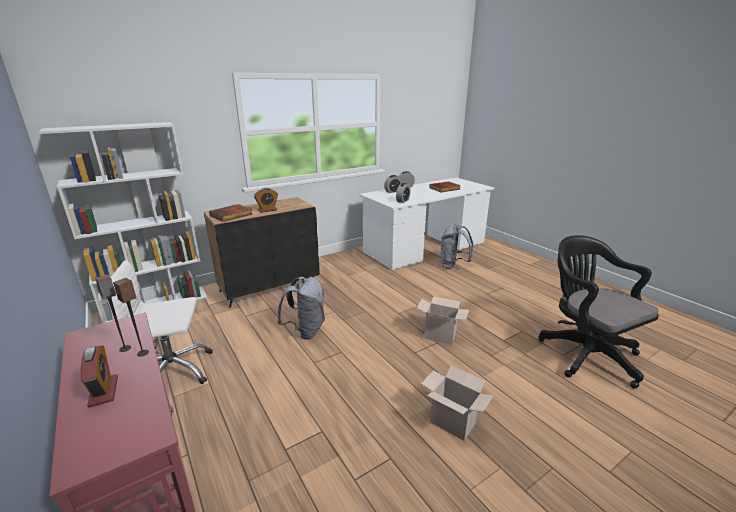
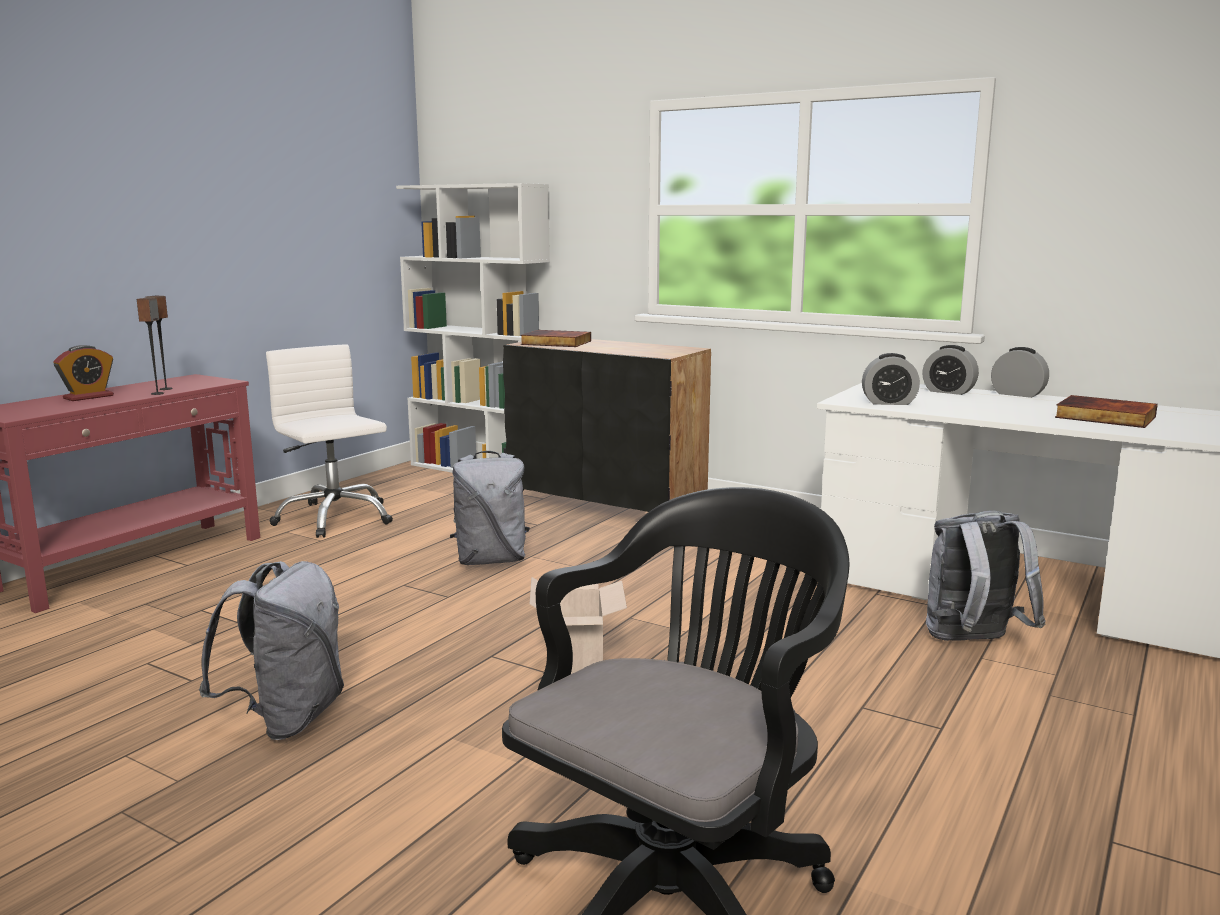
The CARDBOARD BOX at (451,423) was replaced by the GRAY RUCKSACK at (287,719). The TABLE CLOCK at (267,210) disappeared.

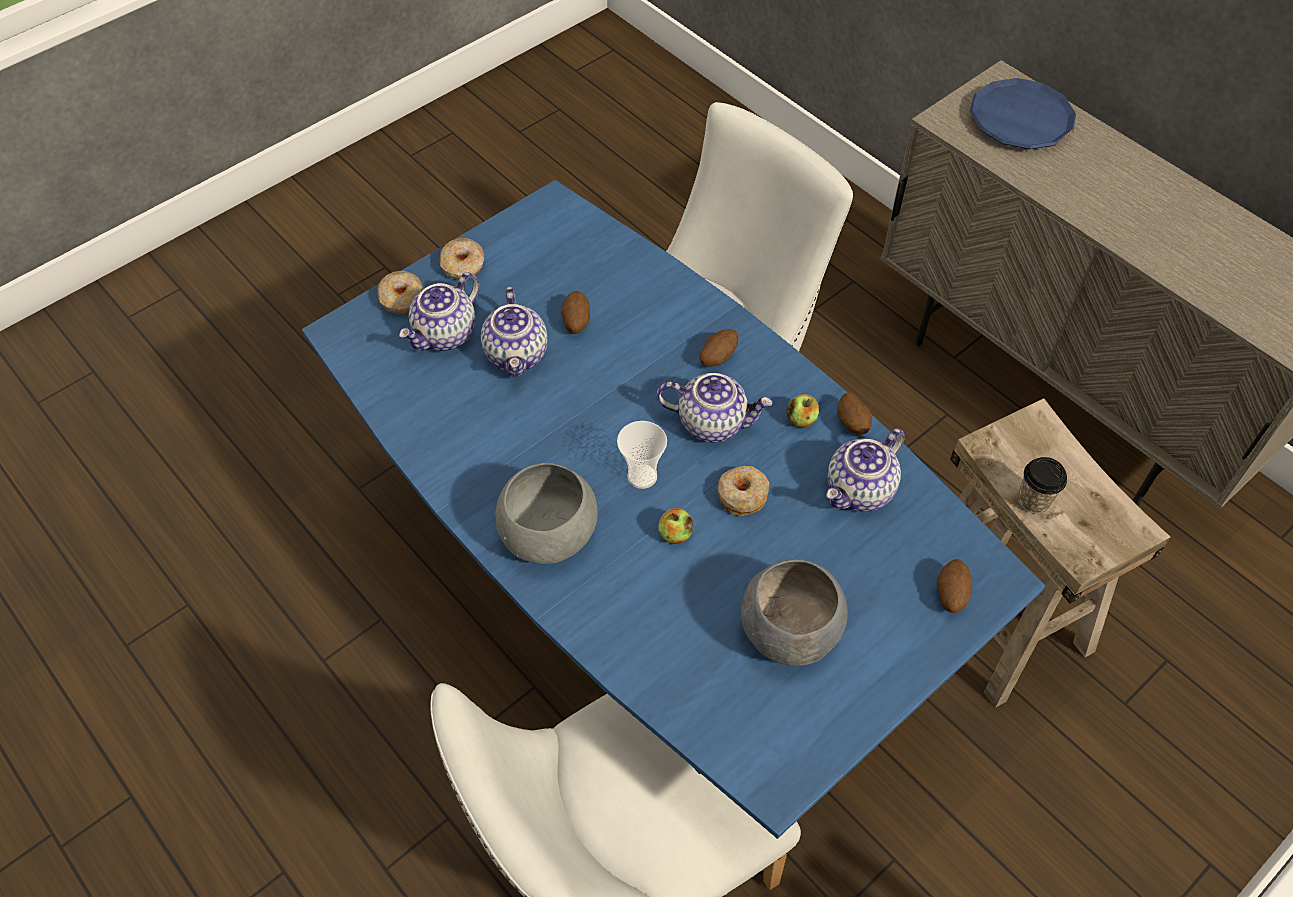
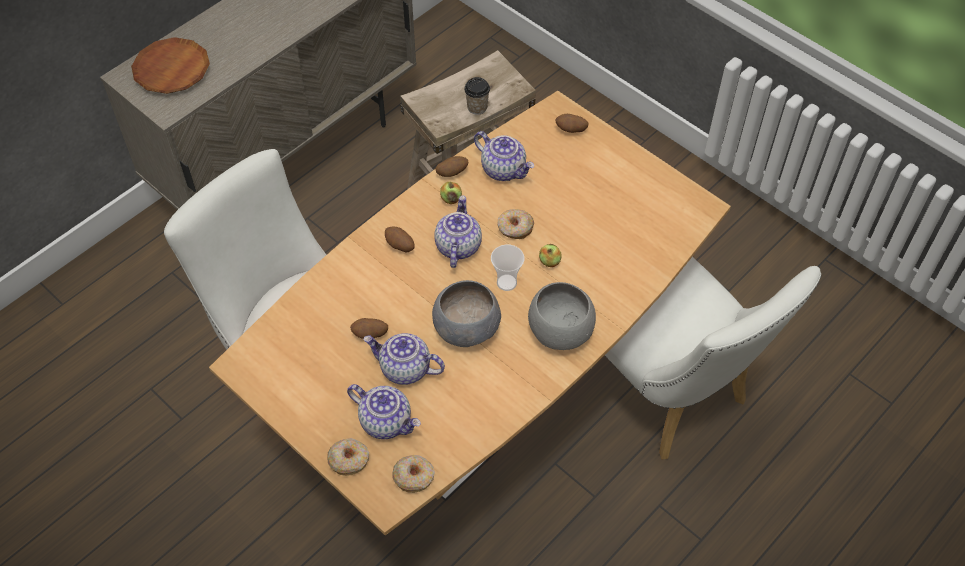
The BLUE-COLOURED PLATE at (1020,120) became the BROWNISH PLATE at (172,70). The BLUE-COLOURED DINNER TABLE at (646,605) became the BROWNISH DINNER TABLE at (482,397). The TEA POT at (517,355) turned 150 degrees counterclockwise. The DONUT moved from (463,265) to (414,476). The GRAY SERVING BOWL moved from (791,629) to (465,328).

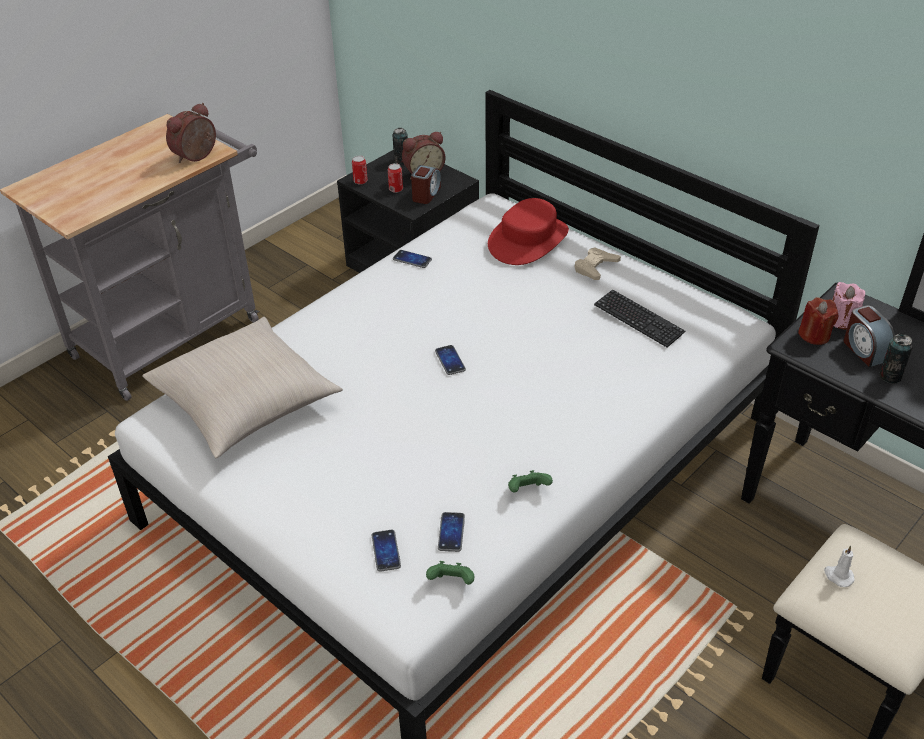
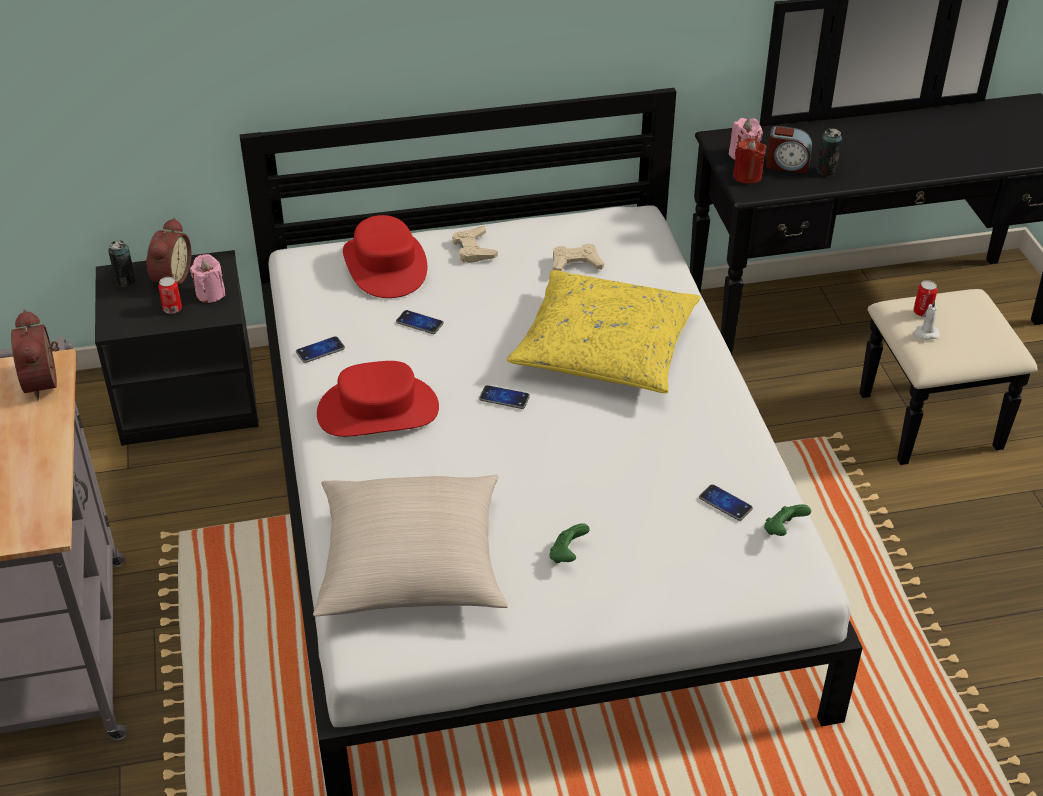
The TABLE CLOCK at (426,194) was replaced by the PINK WAX CANDLE at (210,294). The RED CLOTHING HAT at (378,410) appeared. The HANDSET moved from (386,551) to (419,323). The YELLOW PILLOW at (605,348) appeared. The GREEN JOYPAD moved from (528,491) to (567,555). The PC KEYBOARD at (638,320) was replaced by the BEIGE JOYPAD at (576,263). The METAL CAN moved from (360,181) to (922,312).

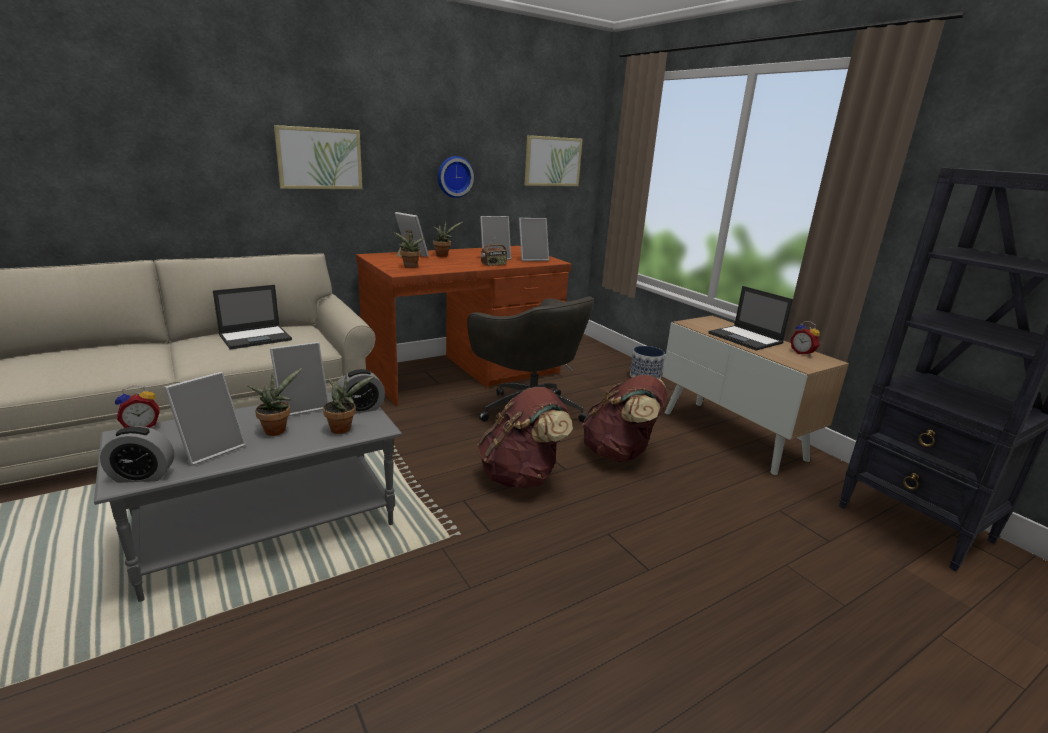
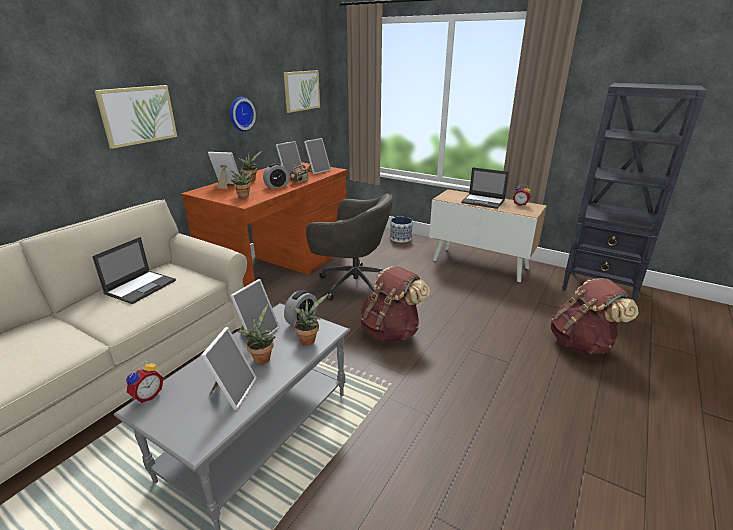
The TABLE CLOCK moved from (142,476) to (277,186). The BROWNISH RUCKSACK moved from (620,453) to (582,343).

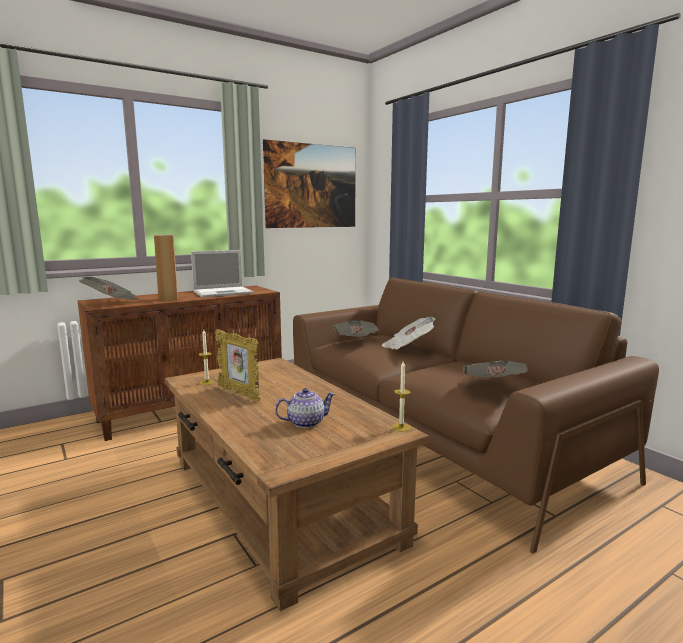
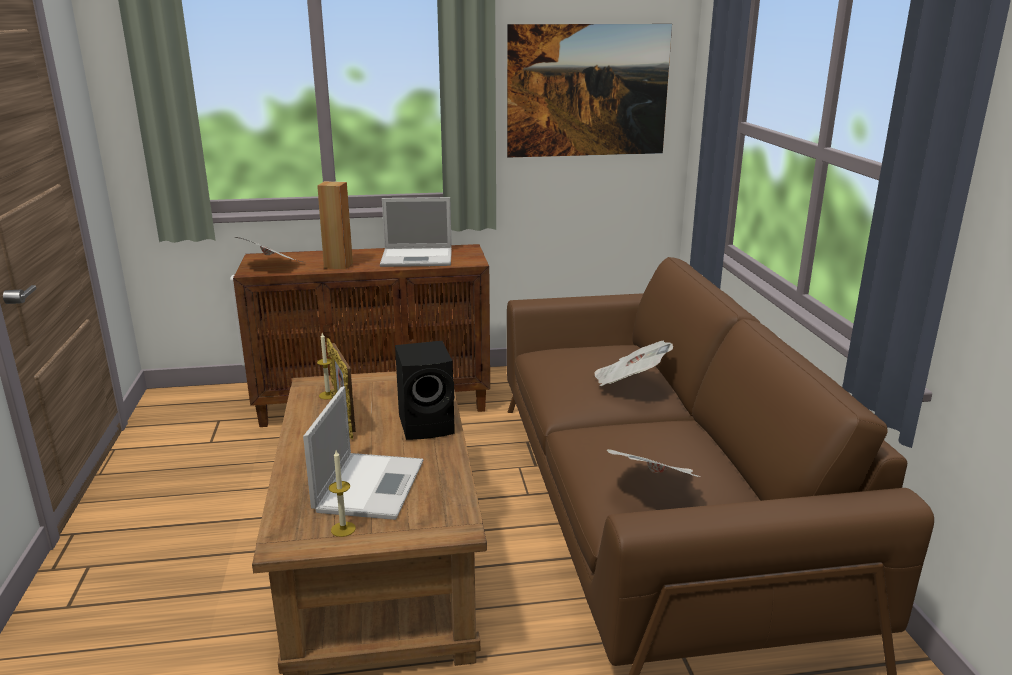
The TEA POT at (305,422) was replaced by the LAPTOP at (370,485). The WAX CANDLE moved from (401,427) to (343,529). The BLACKISH SPEAKER at (428,425) appeared. The PRINTED PAPER at (355,342) disappeared.

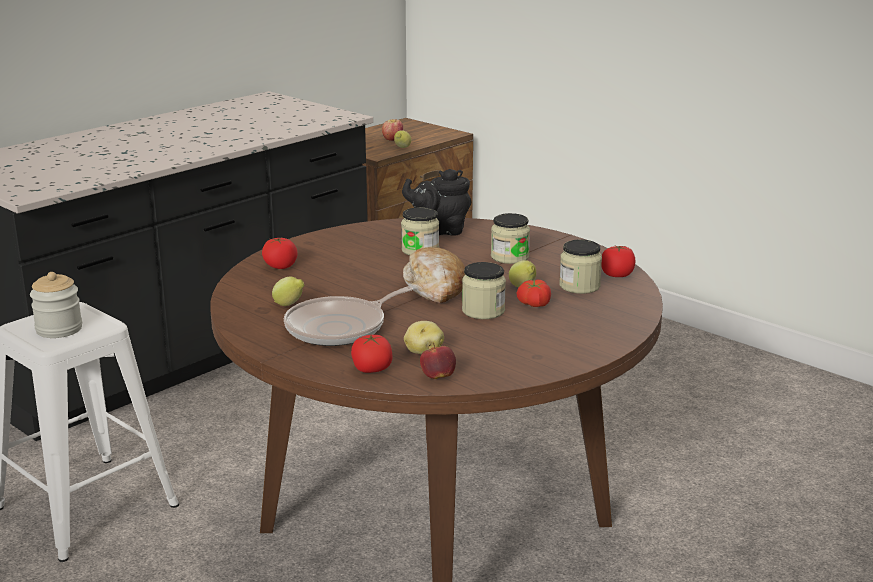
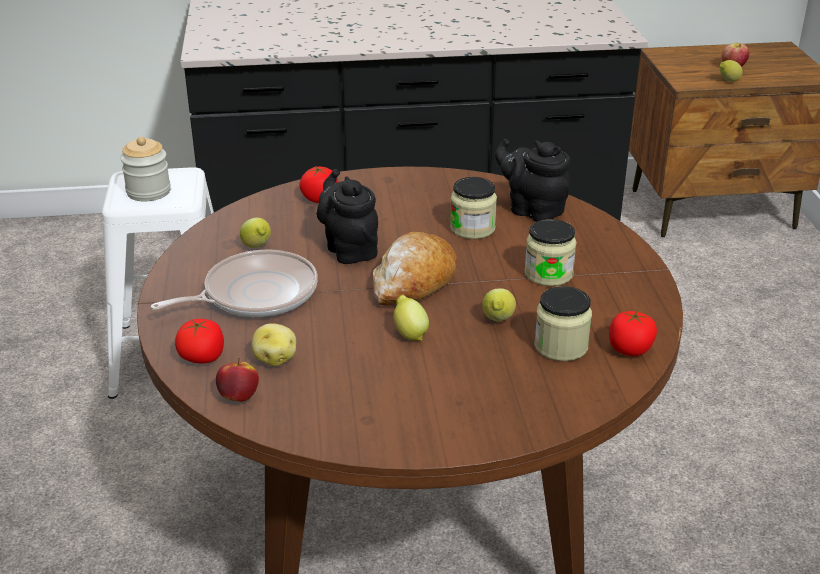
The PAN at (340,328) turned 150 degrees clockwise. The BLACKISH TEA POT at (349,249) appeared. The PRESERVE JAR at (483,311) was replaced by the LEMON at (409,334). The TOMATO at (533,304) disappeared.

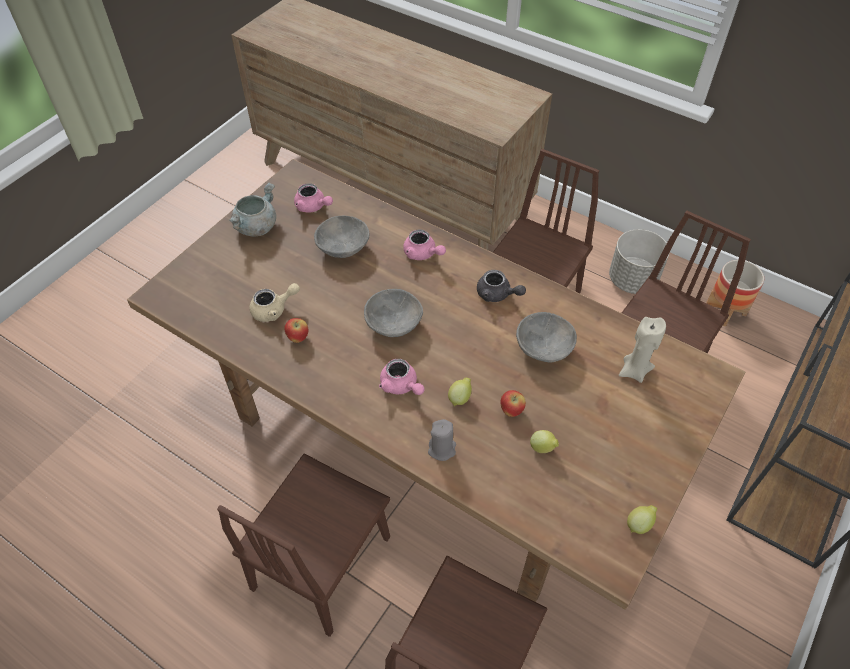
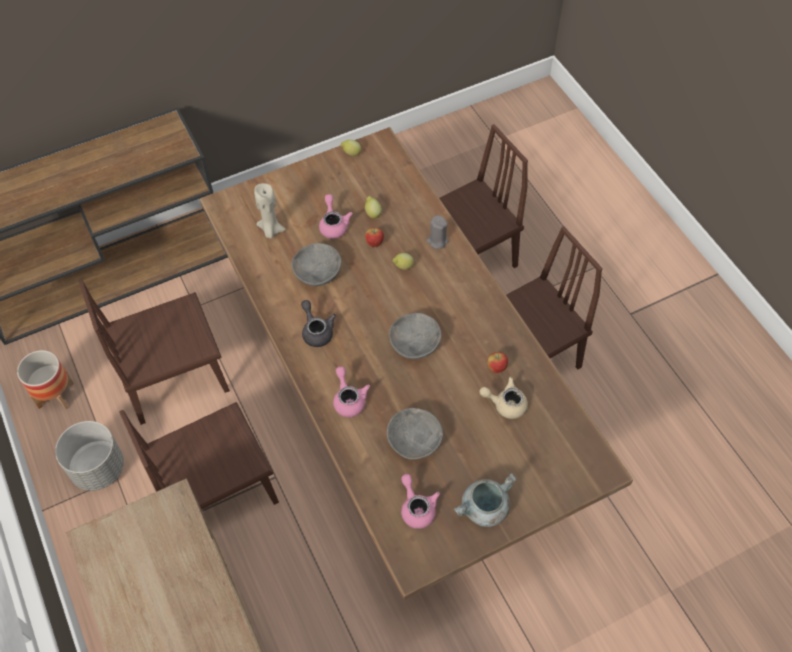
The PINK TEA POT moved from (401,386) to (333,225).

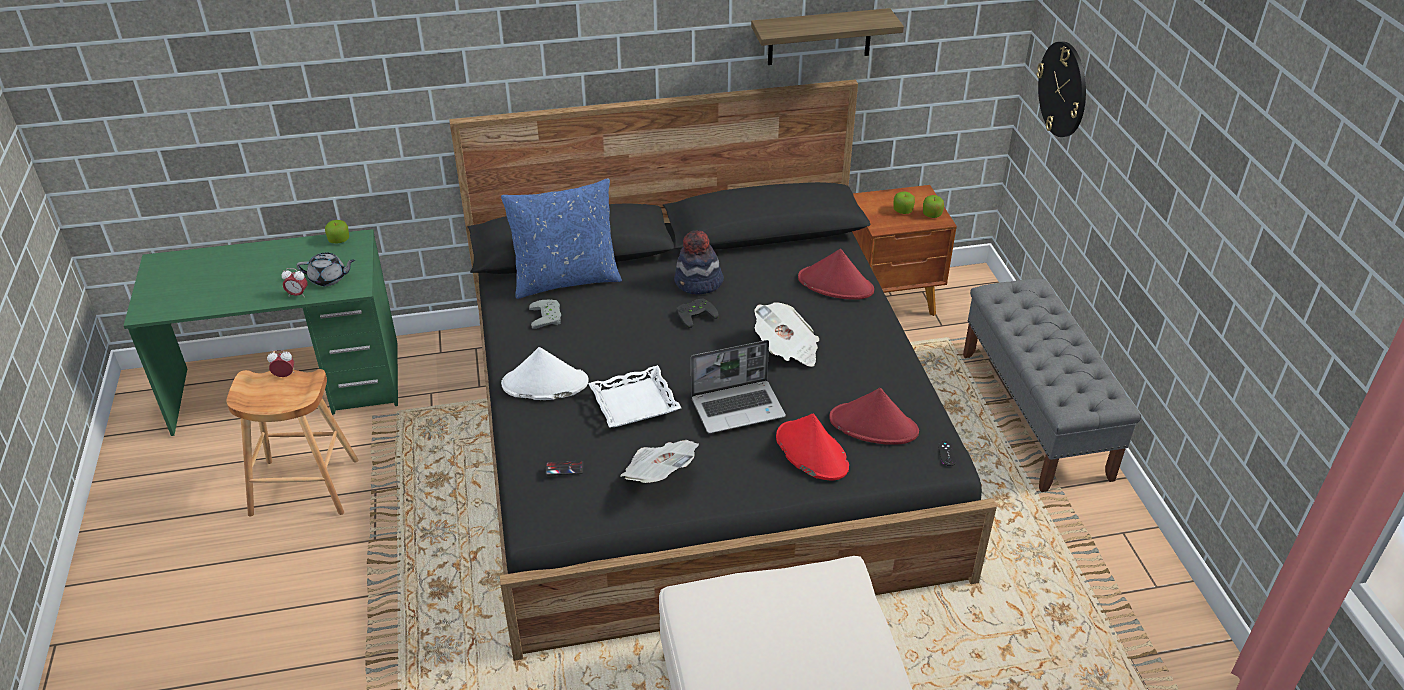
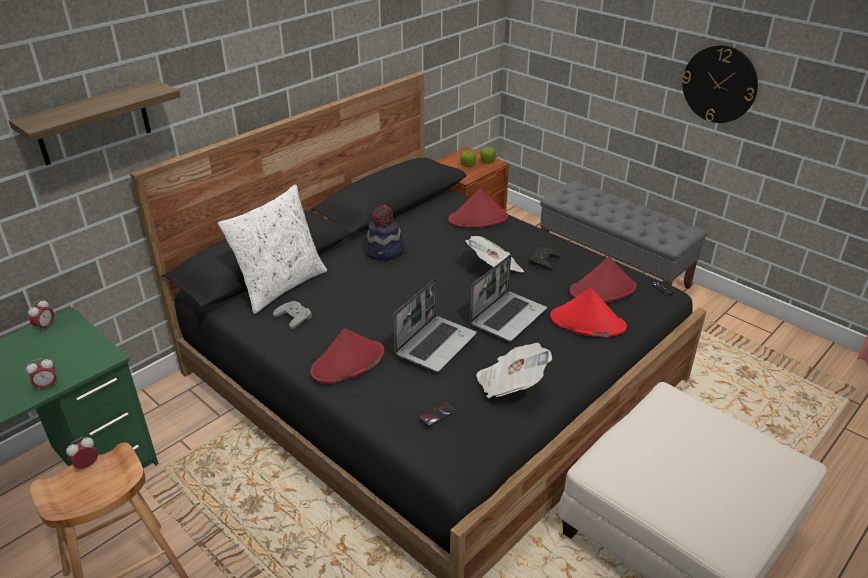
The SHELF moved from (819,37) to (93,123). The APPLE at (339,240) was replaced by the TABLE CLOCK at (45,327). The BLUE-COLOURED PILLOW at (566,279) became the WHITISH PILLOW at (281,286). The WHITISH CLOTHING HAT at (544,384) became the RED CLOTHING HAT at (348,363). The WHITISH CARRYING TRAY at (634,402) was replaced by the LAPTOP at (435,344). The BLACKISH JOYPAD moved from (695,314) to (542,260). The HANGING CLOCK moved from (1063,89) to (719,84). The GRAY TEA POT at (329,279) disappeared.

